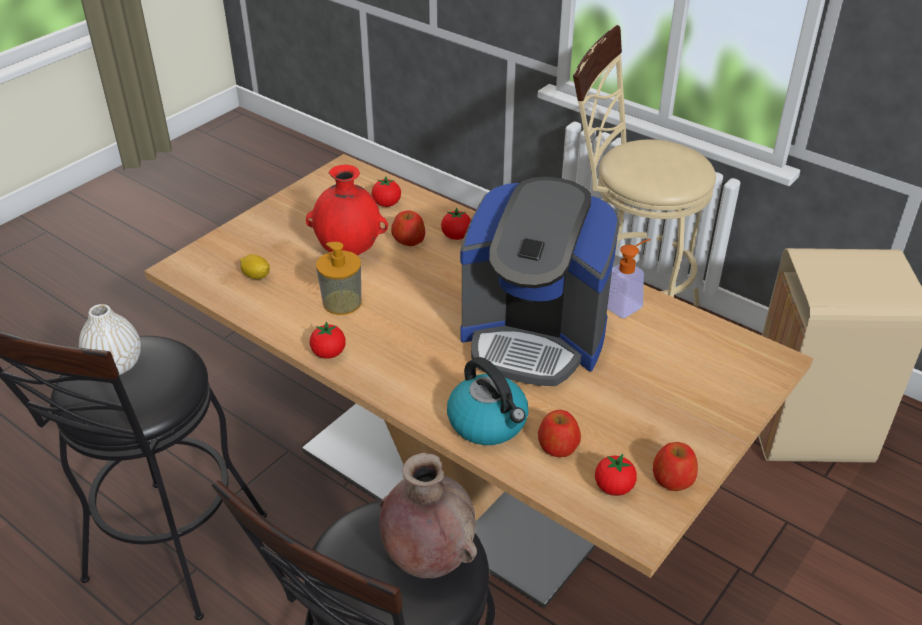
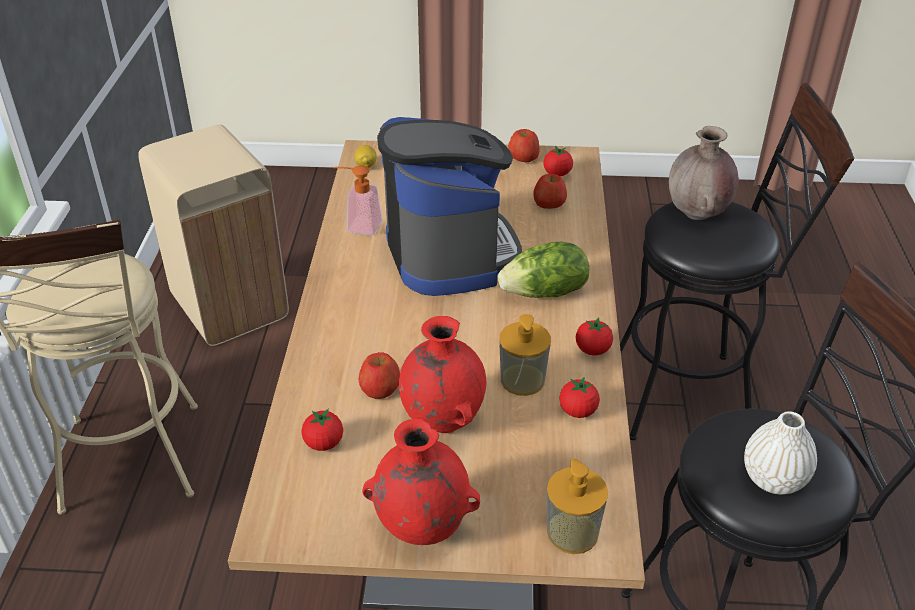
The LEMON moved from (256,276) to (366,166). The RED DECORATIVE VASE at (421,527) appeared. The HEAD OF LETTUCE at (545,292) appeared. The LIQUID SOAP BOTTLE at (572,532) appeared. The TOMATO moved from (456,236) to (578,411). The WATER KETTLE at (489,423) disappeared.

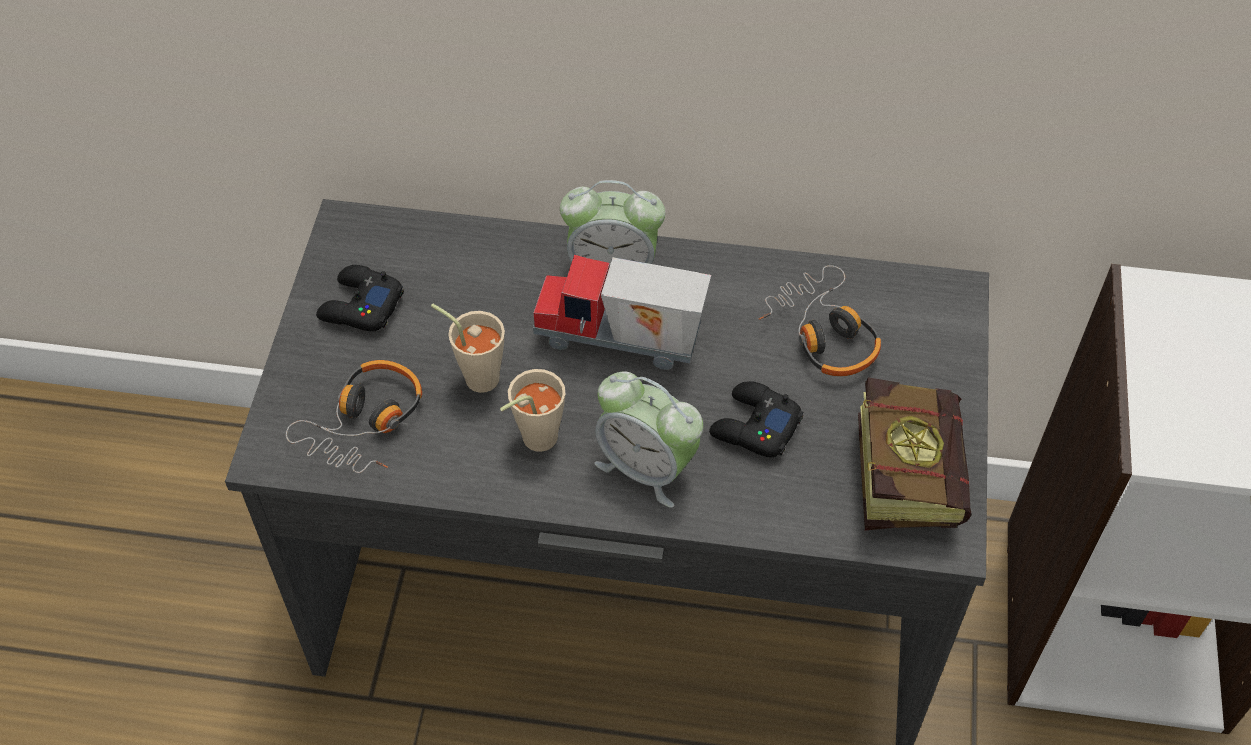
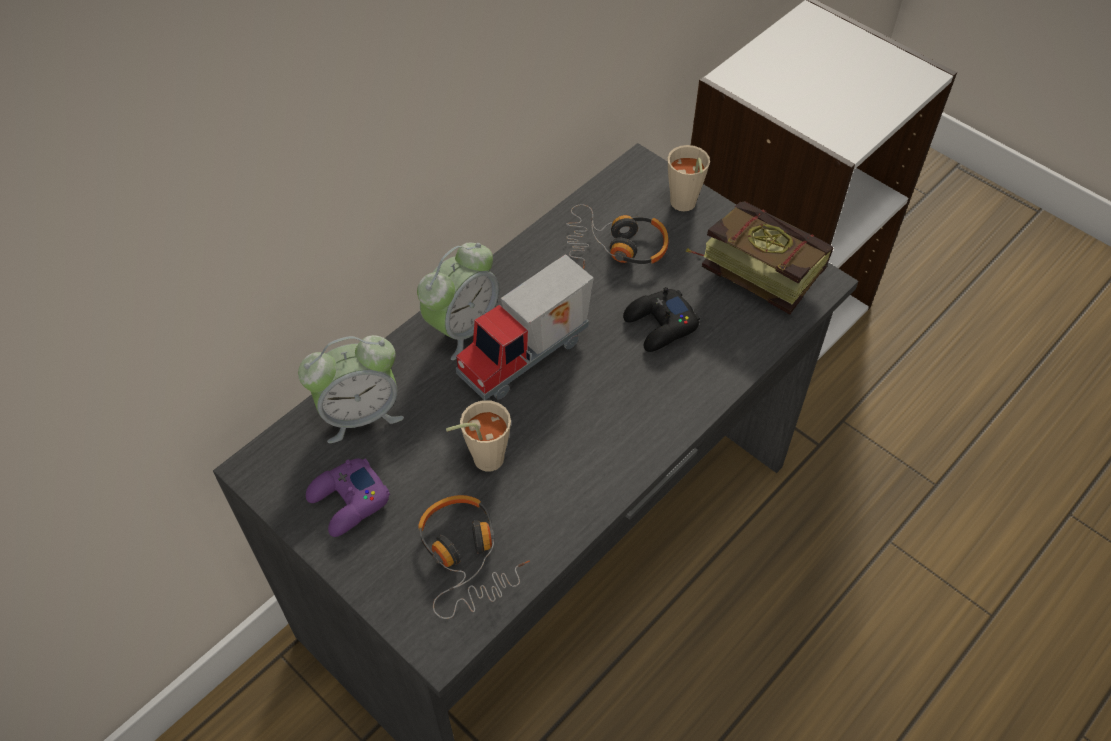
The TABLE CLOCK moved from (646,467) to (360,414). The BLACKISH JOYPAD at (360,306) became the PURPLISH JOYPAD at (348,502). The BEIGE SMALL CUP moved from (532,441) to (683,206).

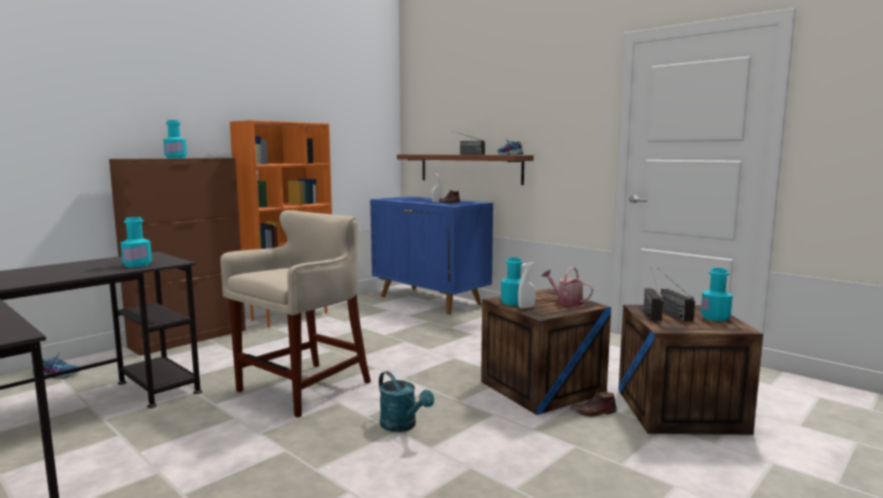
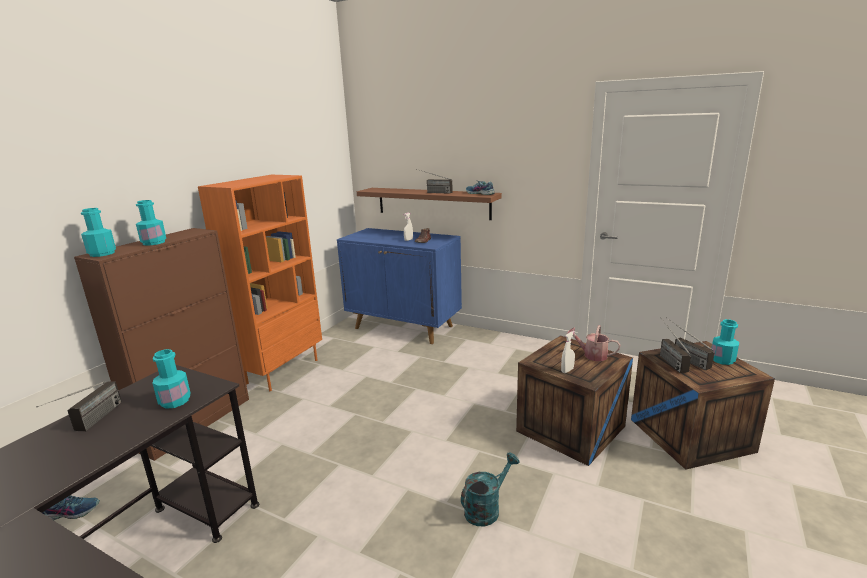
The RADIO at (90,424) appeared. The TURQUOISE DRINK BOTTLE moved from (513,302) to (102,254). The TURQUOISE SPRINKLING CAN at (402,426) turned 75 degrees counterclockwise. The BEIGE SITTING STOOL at (304,388) disappeared. The BROWNISH LOW SHOE at (593,412) disappeared.

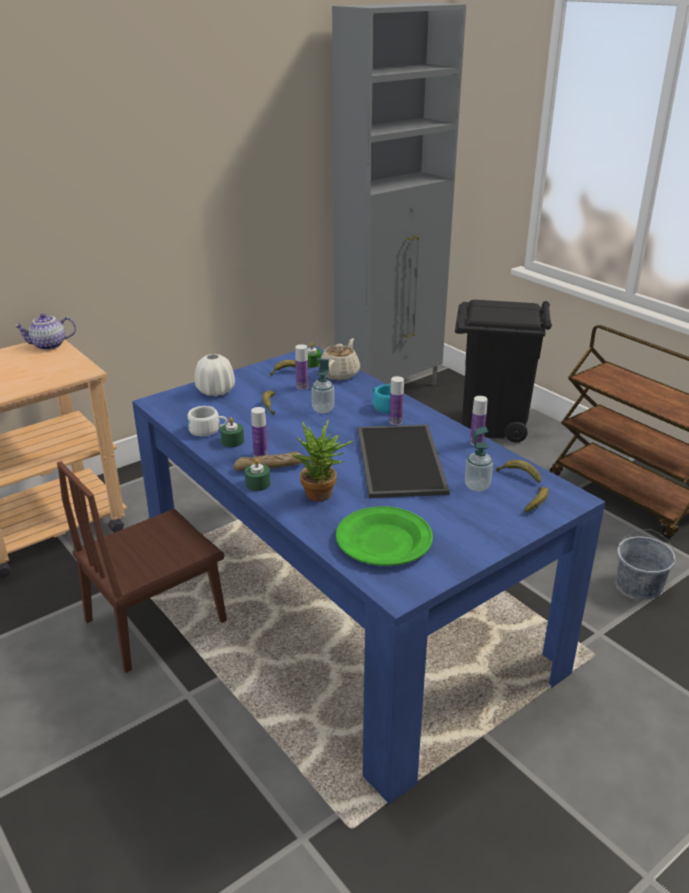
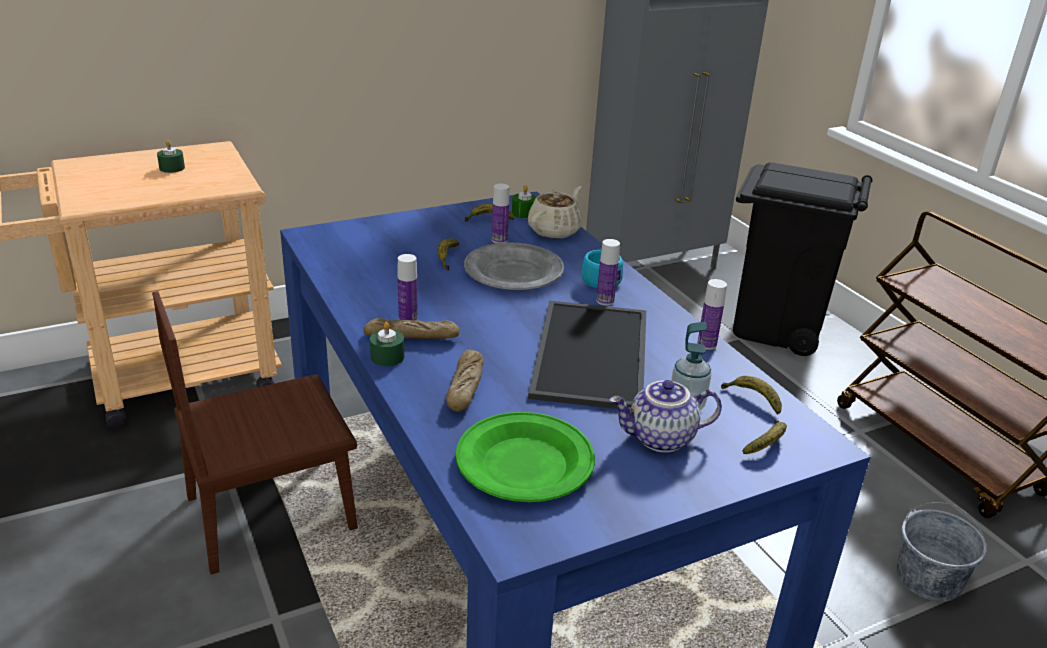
The GREEN WAX CANDLE moved from (232,441) to (172,168). The POTTED PLANT at (322,496) was replaced by the BREAD at (465,387). The LIQUID SOAP BOTTLE at (323,409) was replaced by the GRAY PLATE at (514,272). The TEA POT moved from (49,346) to (660,439). The WHITISH SMALL CUP at (208,430) disappeared. The WHITISH DECORATIVE VASE at (215,391) disappeared.

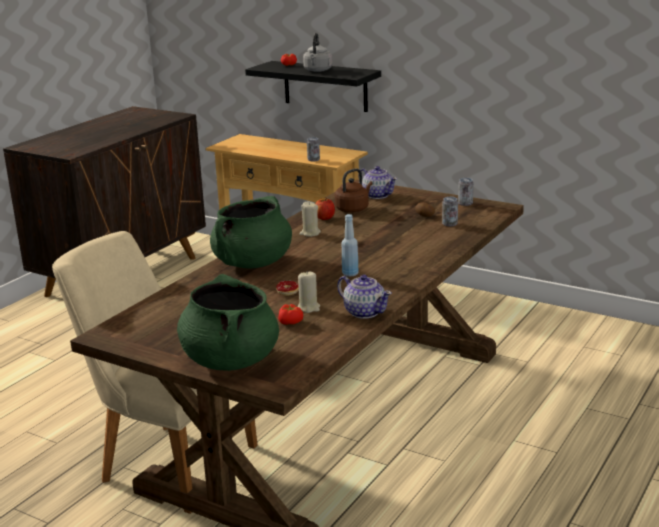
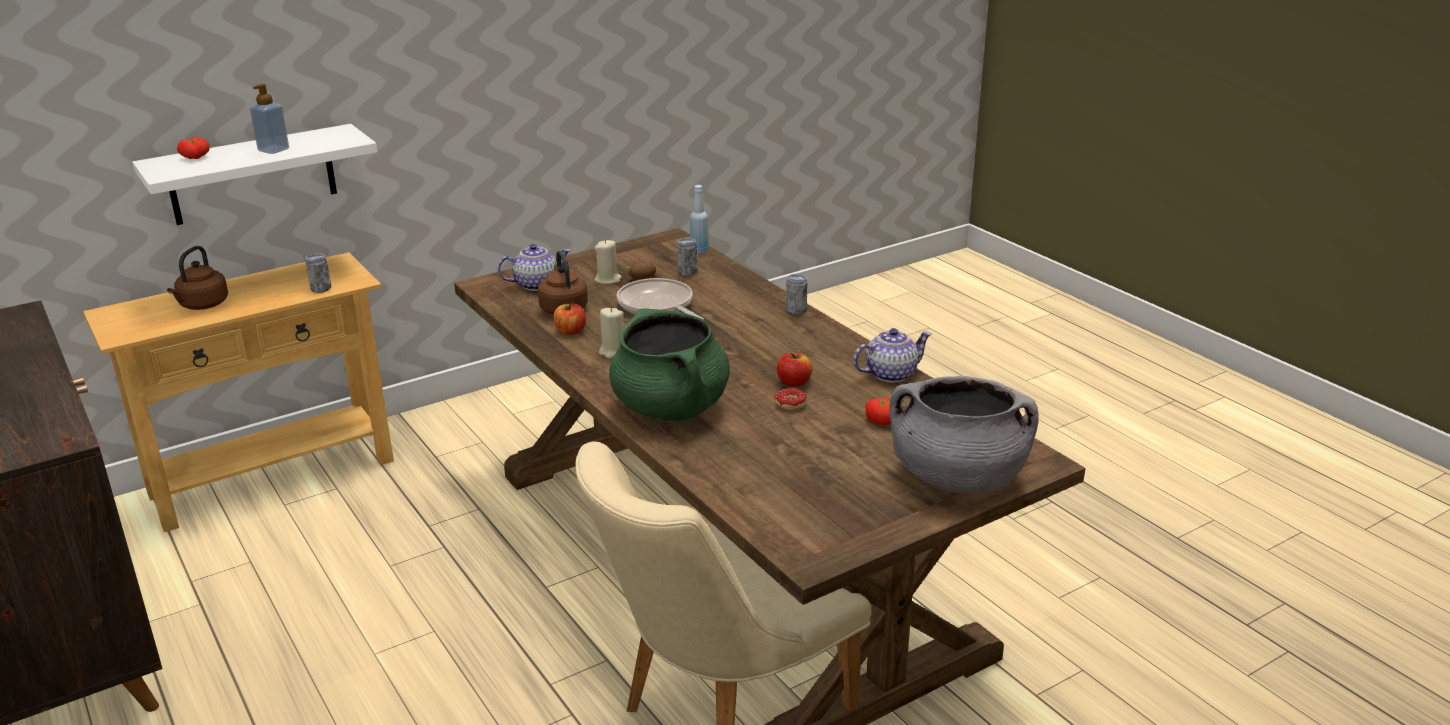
The BLACKISH SHELF at (325,86) became the WHITISH SHELF at (252,175). The BROWNISH WATER KETTLE at (202,305) appeared. The GRAY WATER KETTLE at (317,70) was replaced by the LIQUID SOAP BOTTLE at (273,150). The BEIGE WAX CANDLE moved from (309,308) to (608,279). The PAN at (658,306) appeared. The BLUE-COLOURED DRINK BOTTLE moved from (350,274) to (699,251). The APPLE at (794,382) appeared. The METAL CAN moved from (465,203) to (796,311). The GREEN SAUCEPOT at (230,360) became the GRAY SAUCEPOT at (957,478).

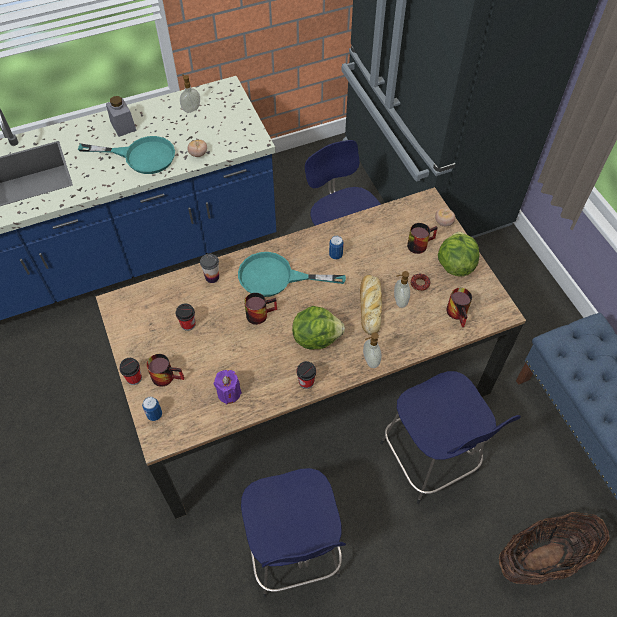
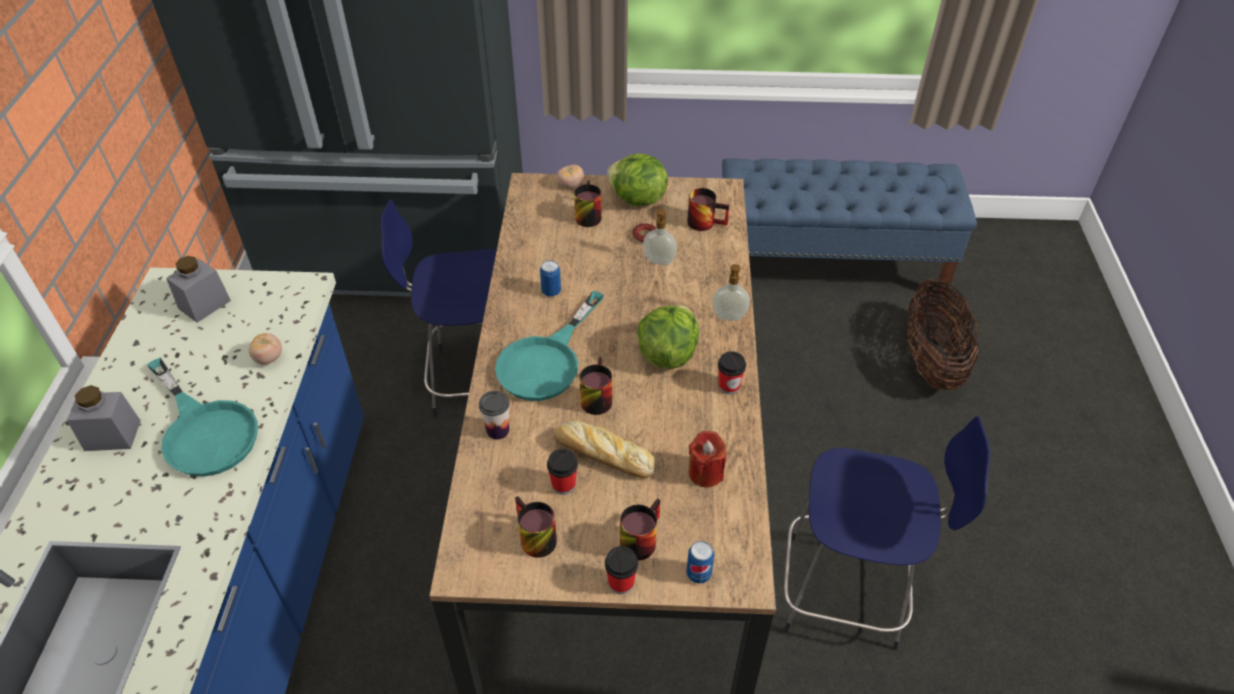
The TURQUOISE PAN at (141,156) turned 105 degrees clockwise. The GRAY PRESERVE JAR at (204,304) appeared. The MUG at (532,538) appeared. The BREAD moved from (370,305) to (602,454). The PURPLISH WAX CANDLE at (229,393) became the RED WAX CANDLE at (705,473). The LIQUID SOAP BOTTLE at (191,109) disappeared. The BLUE-COLOURED SITTING STOOL at (430,460) disappeared.

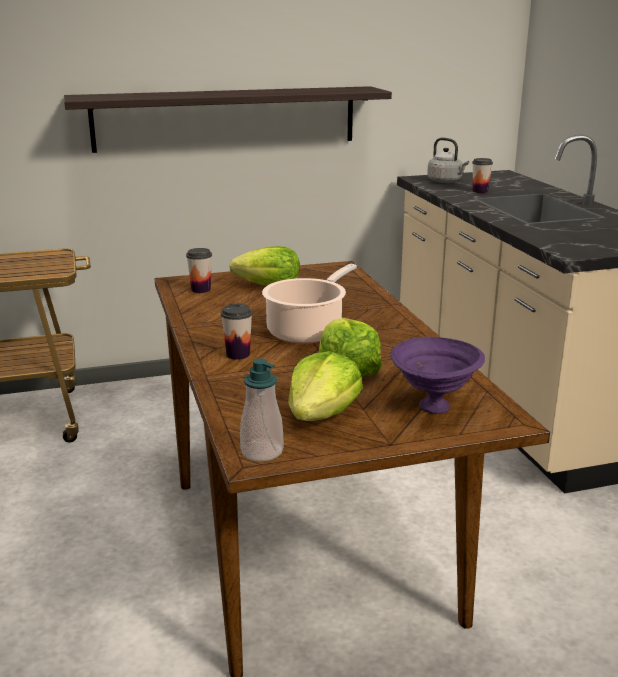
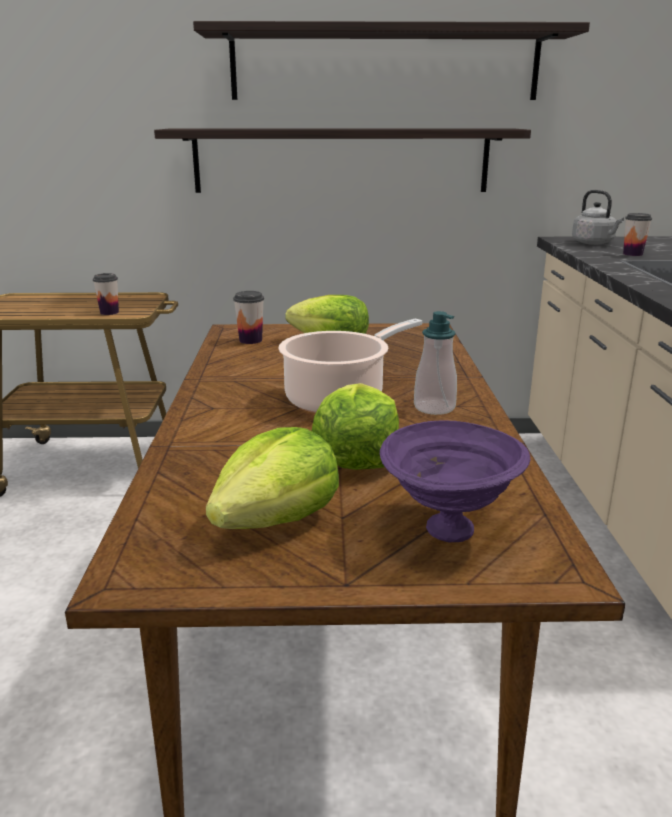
The SMALL CUP moved from (238,354) to (109,312). The SHELF at (385,65) appeared. The LIQUID SOAP BOTTLE moved from (262,452) to (434,407).

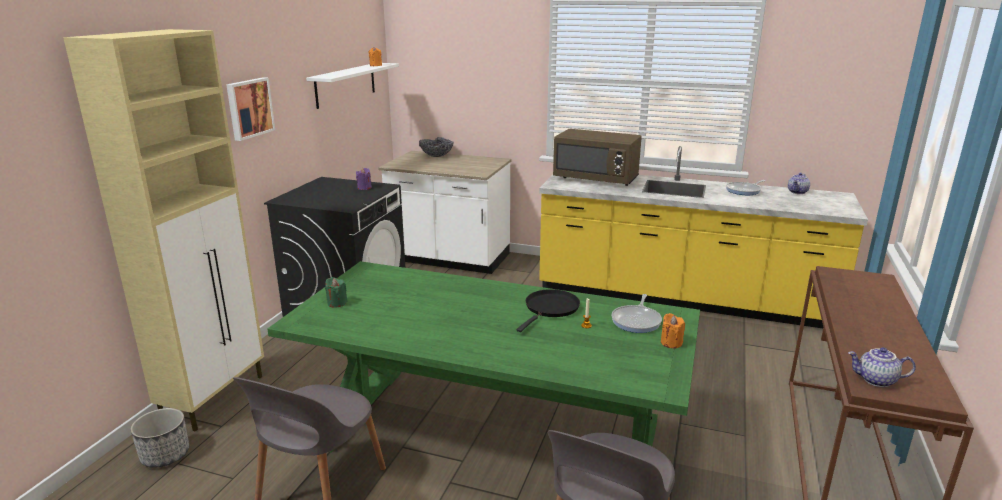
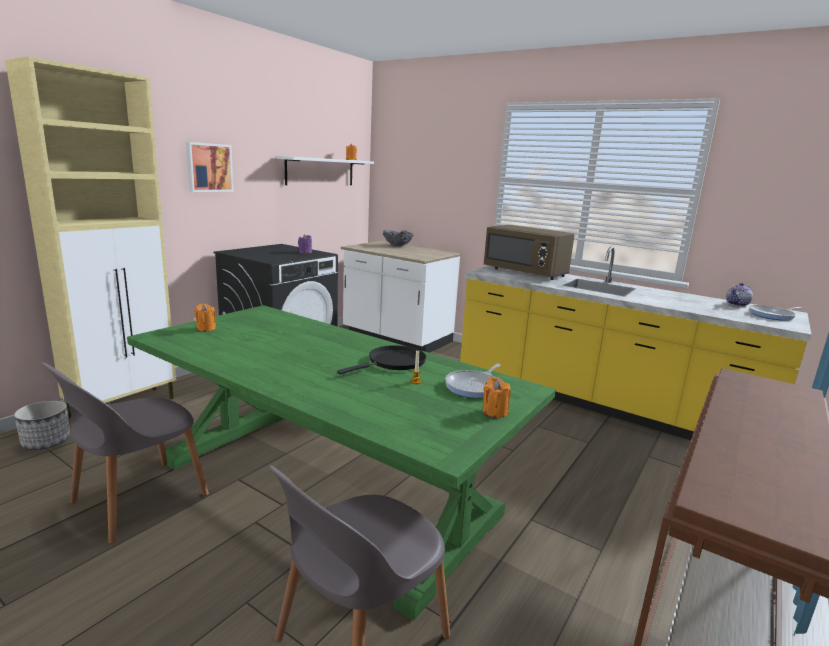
The GREEN WAX CANDLE at (337,303) became the ORANGE WAX CANDLE at (206,329). The PAN moved from (744,190) to (773,315). The TEA POT at (876,380) disappeared.

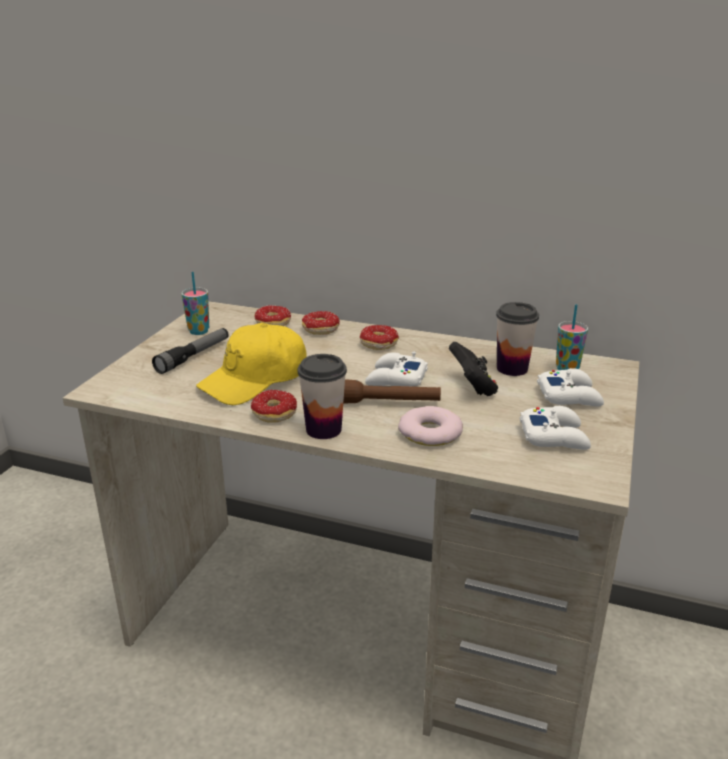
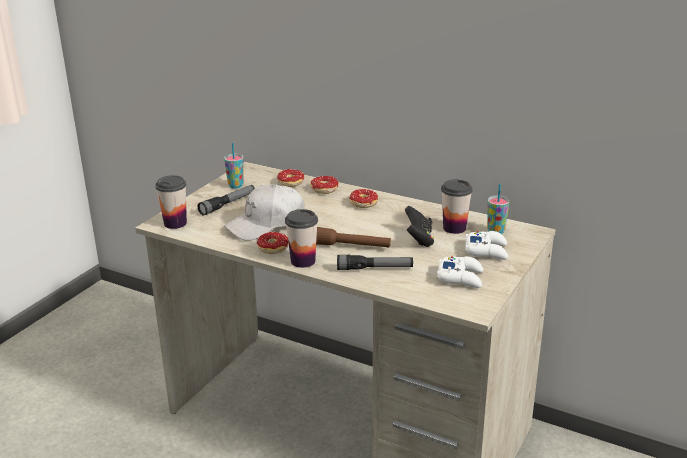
The SMALL CUP at (175,223) appeared. The YELLOW PEAKED CAP at (255,380) became the WHITISH PEAKED CAP at (266,224). The DONUT at (430,433) was replaced by the TORCH at (375,268). The WHITISH JOYPAD at (395,379) disappeared.

